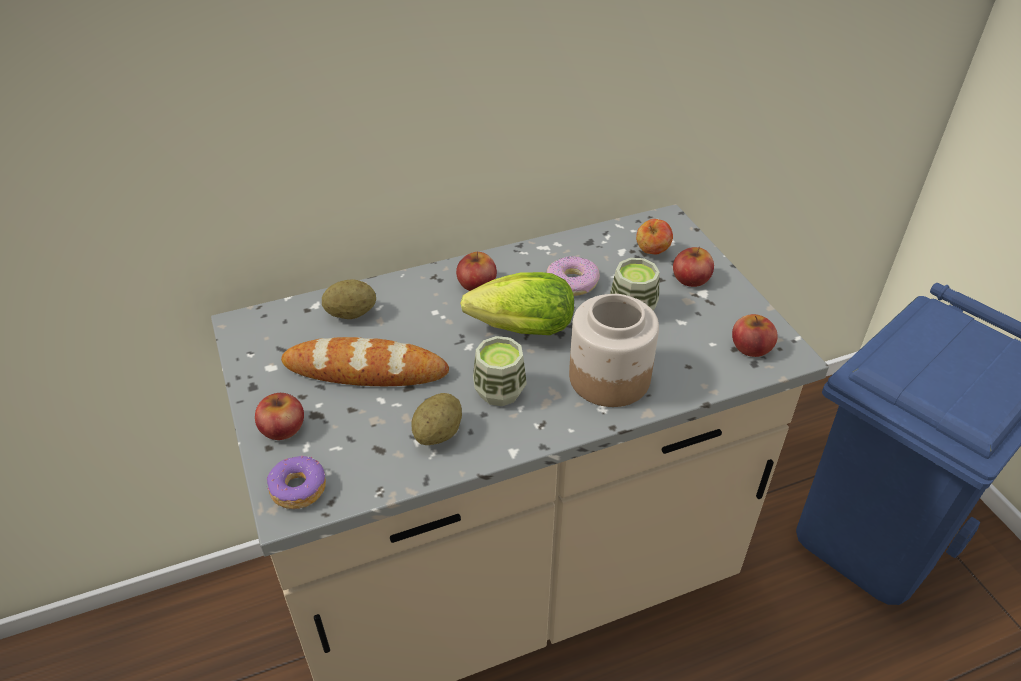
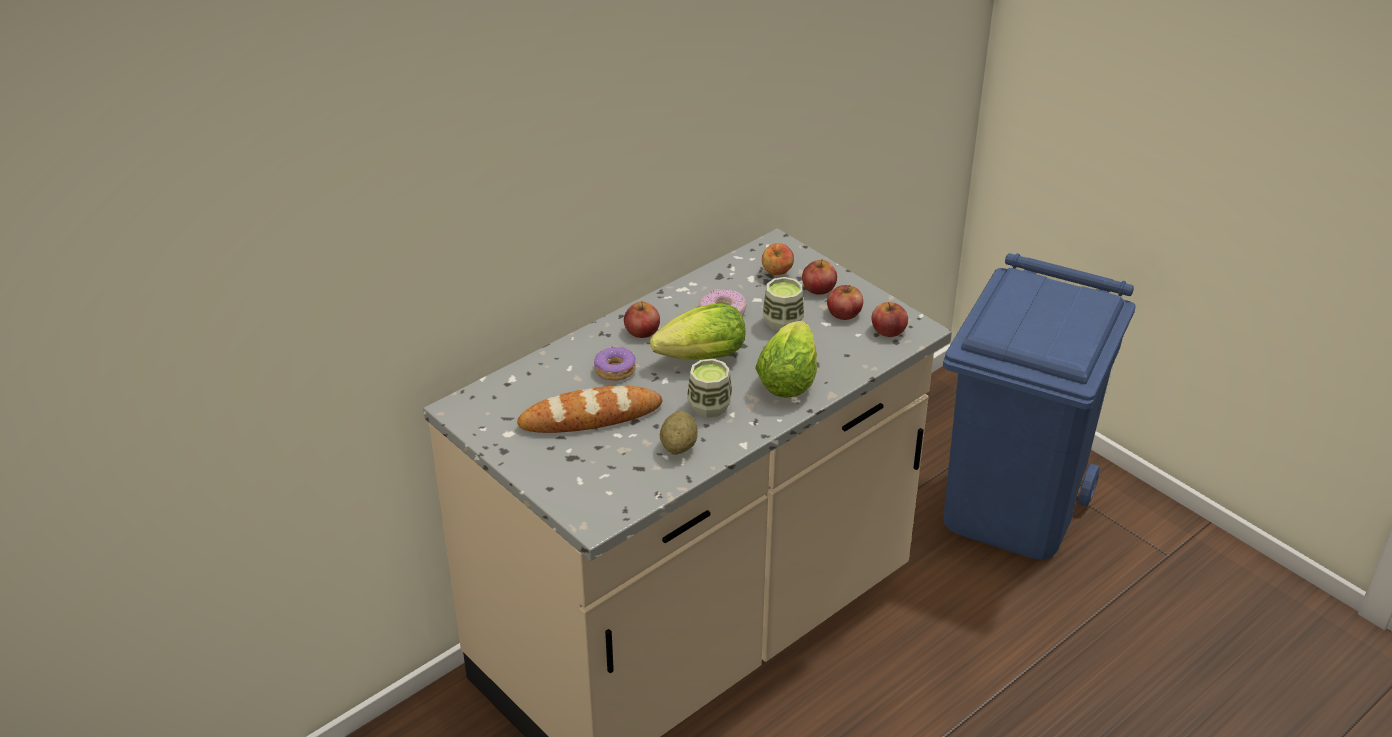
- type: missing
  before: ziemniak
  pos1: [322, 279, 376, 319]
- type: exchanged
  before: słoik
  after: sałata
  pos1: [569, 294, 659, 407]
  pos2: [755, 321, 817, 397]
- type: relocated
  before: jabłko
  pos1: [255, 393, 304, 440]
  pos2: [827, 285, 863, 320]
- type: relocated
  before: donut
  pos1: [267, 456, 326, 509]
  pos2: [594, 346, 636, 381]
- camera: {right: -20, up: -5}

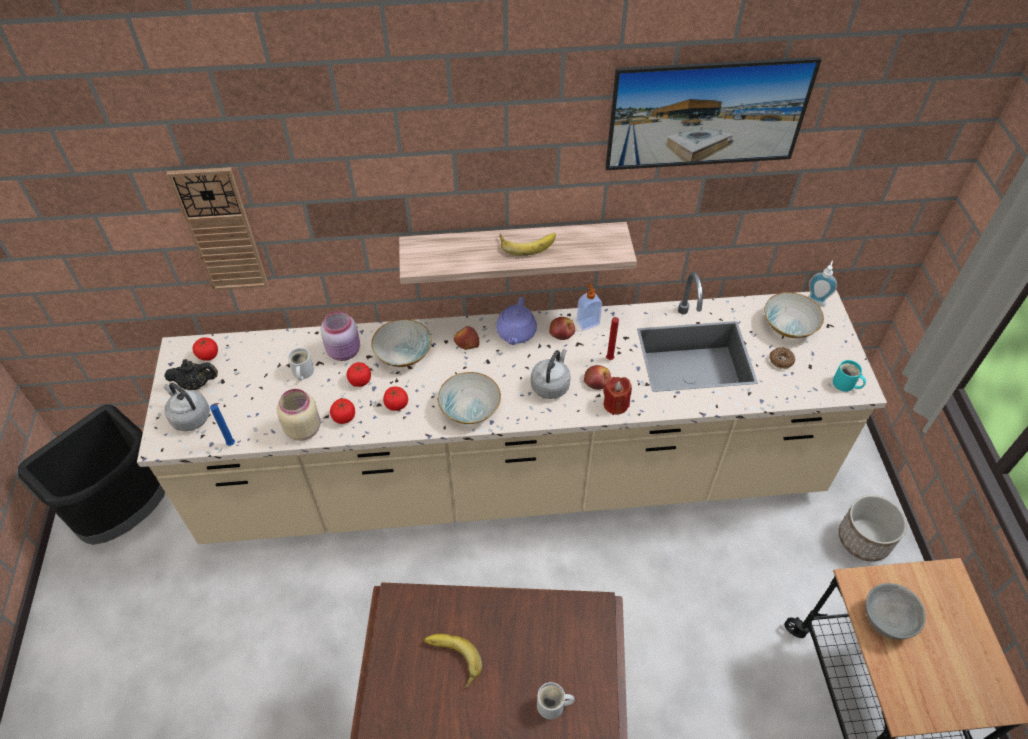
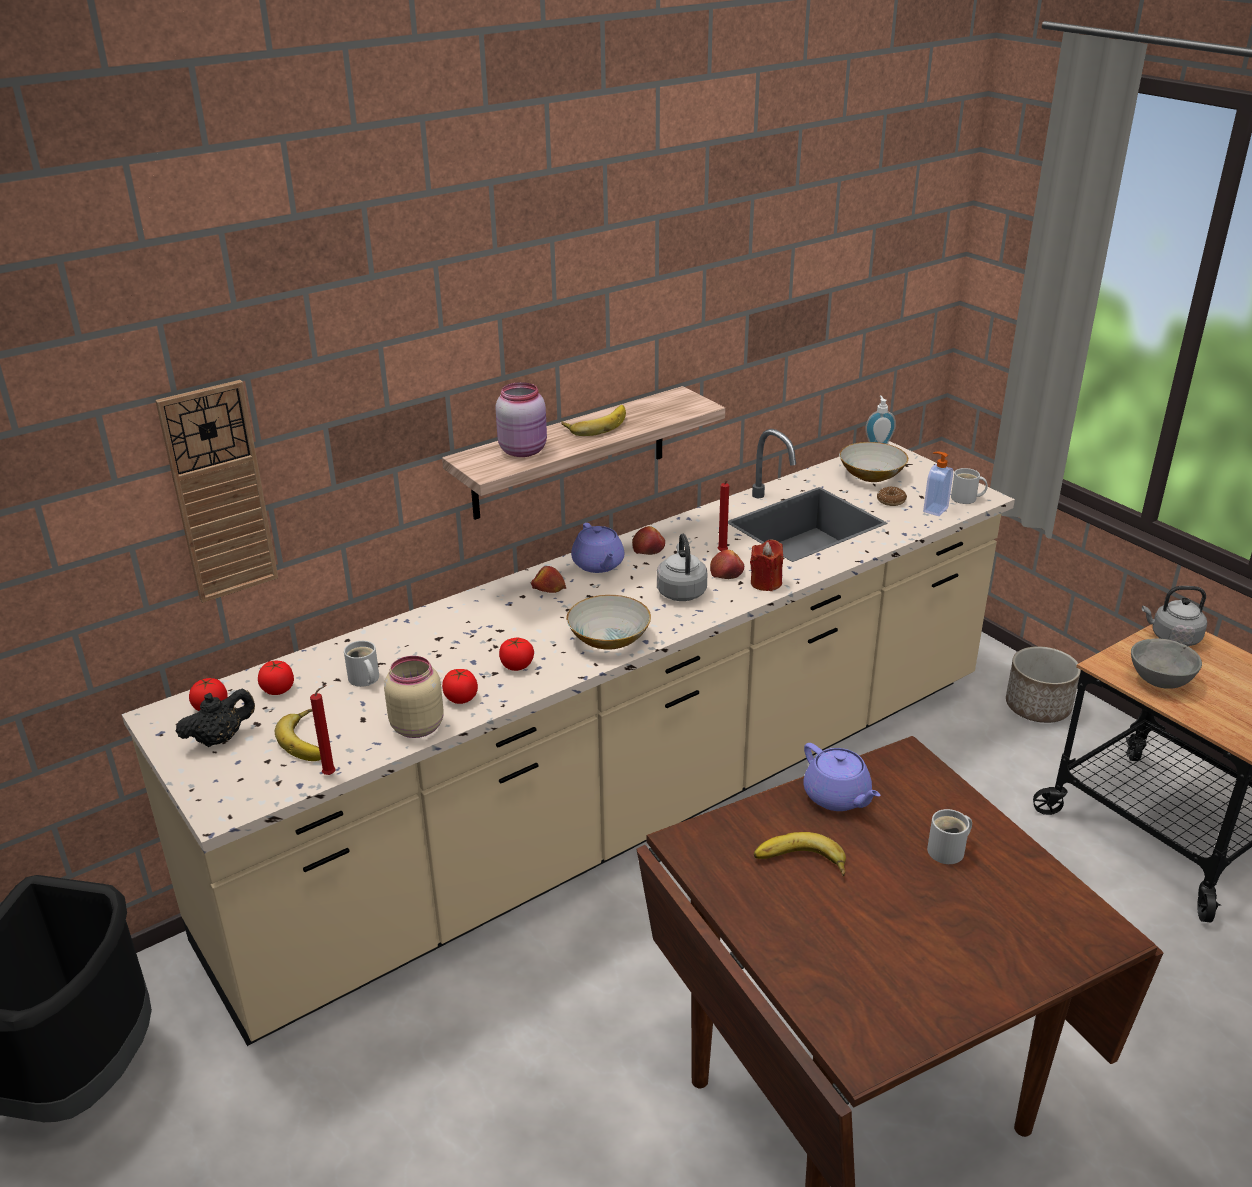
- type: missing
  before: obraz
  pos1: [605, 57, 822, 170]
- type: relocated
  before: dozownik mydła
  pos1: [576, 284, 602, 331]
  pos2: [923, 452, 953, 516]
- type: relocated
  before: słoik/różowy
  pos1: [321, 311, 360, 361]
  pos2: [495, 382, 547, 457]
- type: missing
  before: miska
  pos1: [371, 319, 432, 367]
- type: colour
  before: kubek/turkusowy
  after: kubek/biały
  pos1: [833, 360, 866, 392]
  pos2: [951, 468, 988, 504]
- type: relocated
  before: pomidor
  pos1: [347, 362, 371, 387]
  pos2: [258, 661, 294, 695]
- type: relocated
  before: czajnik/szary
  pos1: [164, 383, 210, 431]
  pos2: [1142, 586, 1207, 646]
- type: colour
  before: świeca/niebieski
  after: świeca/czerwony
  pos1: [210, 403, 235, 446]
  pos2: [310, 685, 336, 775]
- type: appeared
  after: banan
  pos2: [275, 709, 321, 761]
- type: appeared
  after: imbryk/fioletowy
  pos2: [803, 743, 880, 811]
- camera: {right: -30, up: -20}

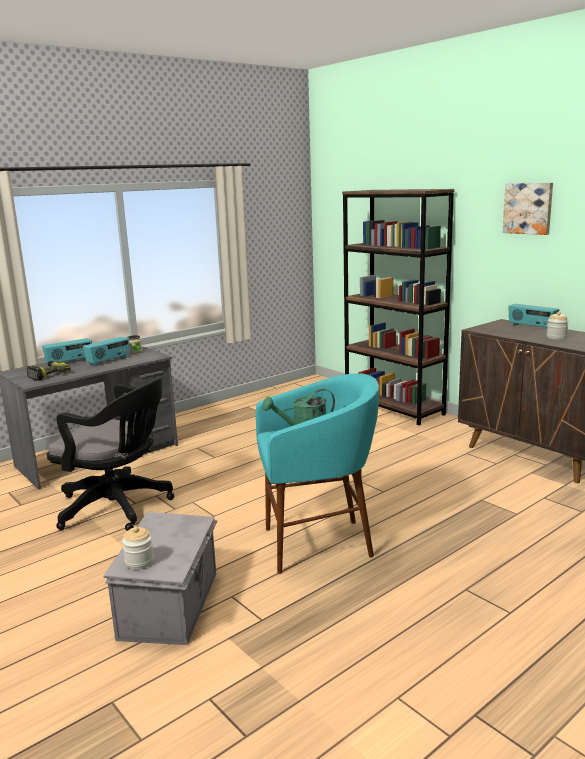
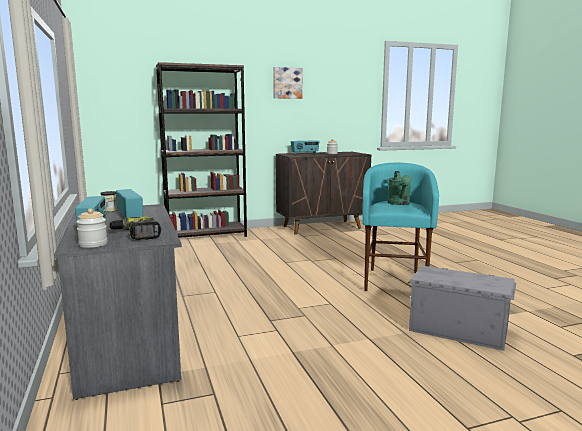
- type: missing
  before: krzesło biurowe/czarny
  pos1: [47, 376, 174, 531]
- type: relocated
  before: słoik
  pos1: [122, 527, 154, 569]
  pos2: [76, 208, 108, 248]
- camera: {right: -70, up: -5}

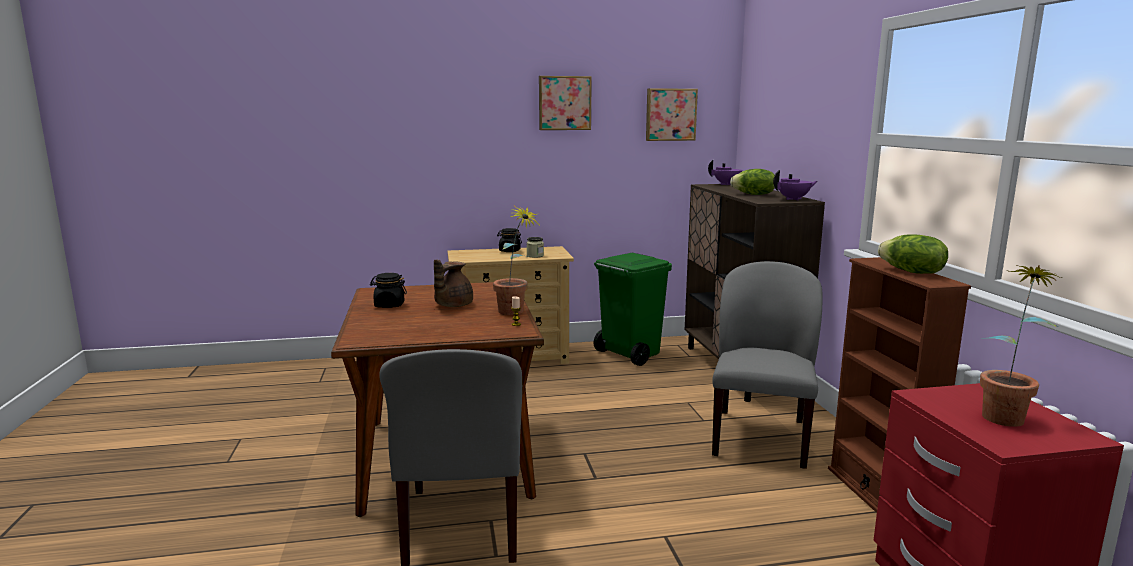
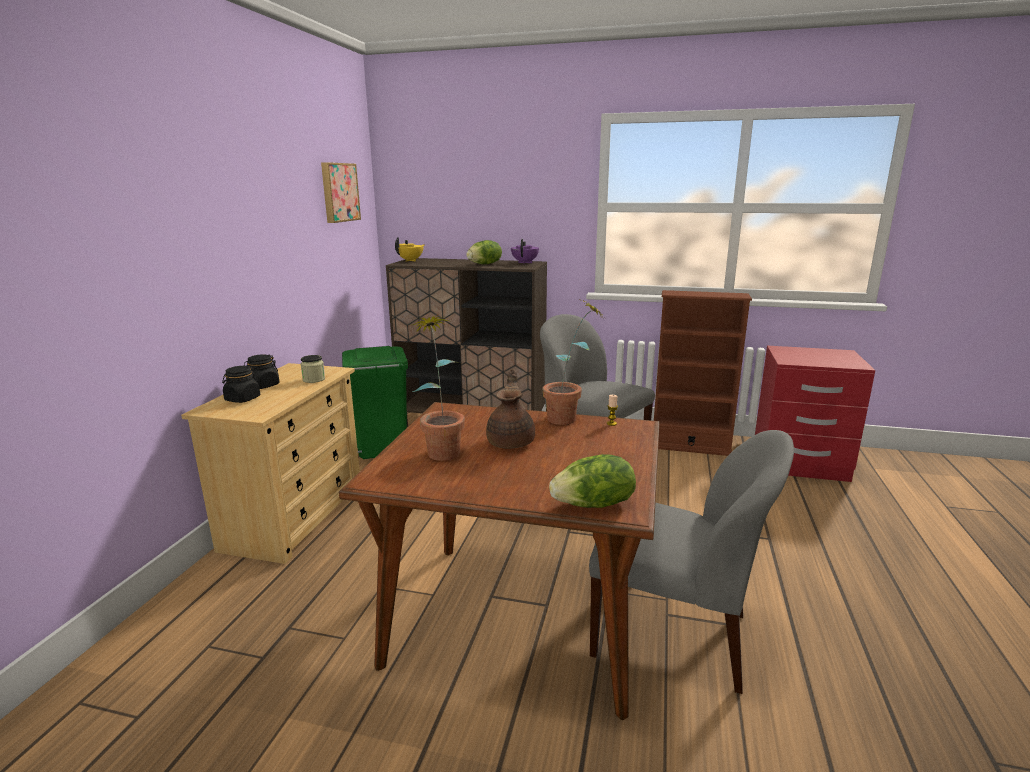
- type: missing
  before: obraz
  pos1: [539, 76, 592, 130]
- type: colour
  before: imbryk/fioletowy
  after: imbryk/żółty
  pos1: [708, 160, 742, 186]
  pos2: [395, 237, 425, 262]
- type: relocated
  before: sałata
  pos1: [878, 234, 948, 274]
  pos2: [549, 454, 636, 508]
- type: spun
  before: imbryk/brązowy
  pos1: [434, 260, 473, 307]
  pos2: [486, 369, 535, 449]
  turn: -135
- type: relocated
  before: roślina doniczkowa
  pos1: [980, 265, 1061, 427]
  pos2: [412, 314, 465, 461]
- type: relocated
  before: słoik/czarny
  pos1: [370, 273, 407, 308]
  pos2: [222, 366, 260, 403]
- camera: {right: -65, up: 5}

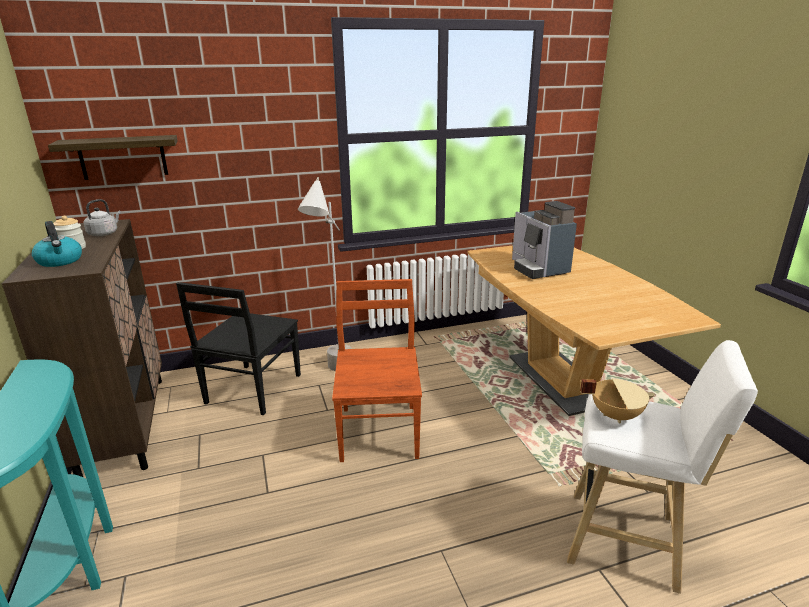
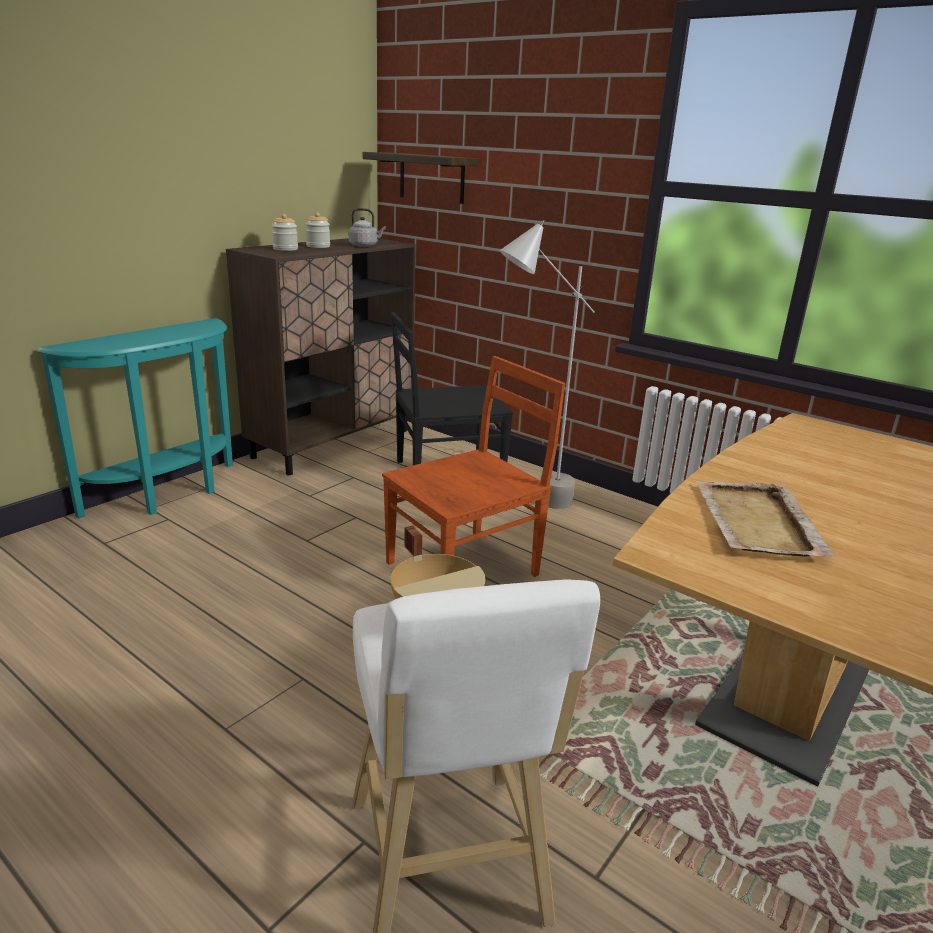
- type: missing
  before: ekspres do kawy
  pos1: [512, 201, 577, 279]
- type: exchanged
  before: czajnik
  after: słoik
  pos1: [32, 221, 82, 267]
  pos2: [271, 214, 298, 251]
- type: appeared
  after: taca/beżowy
  pos2: [696, 481, 836, 556]
- camera: {right: 55, up: 0}

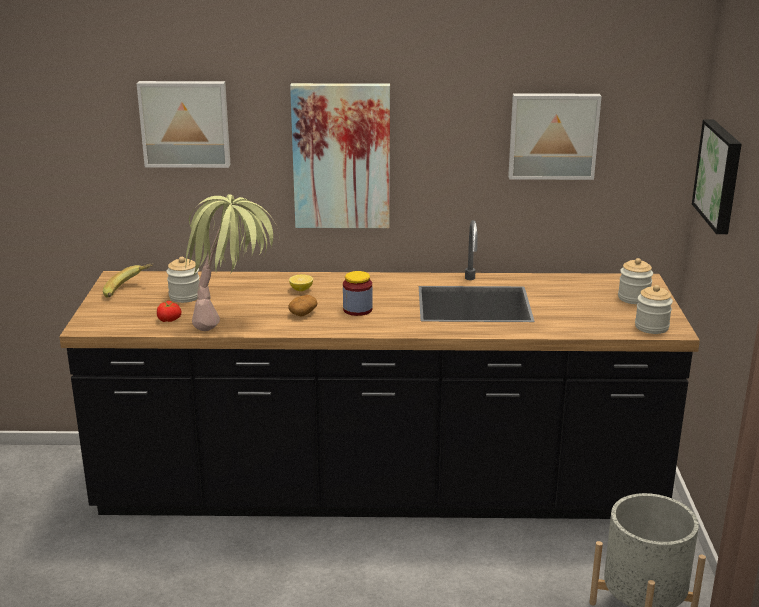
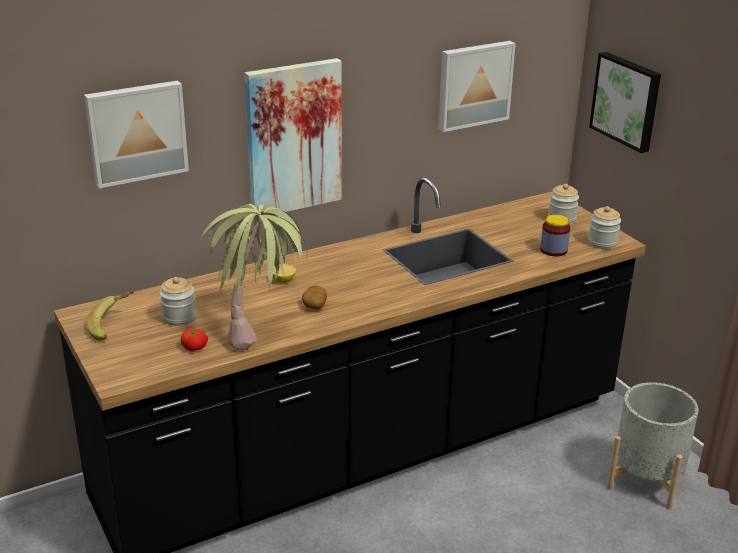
- type: relocated
  before: słoik
  pos1: [343, 271, 373, 316]
  pos2: [540, 215, 570, 256]
- camera: {right: -30, up: 5}

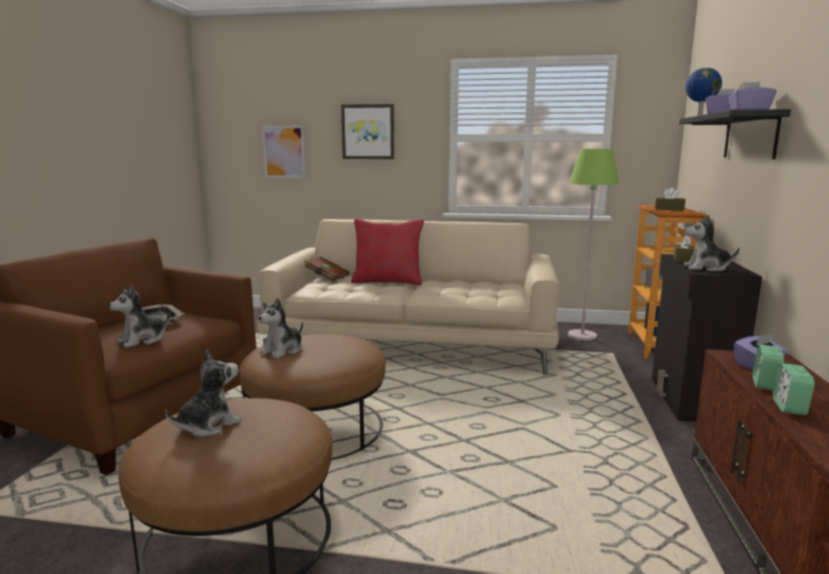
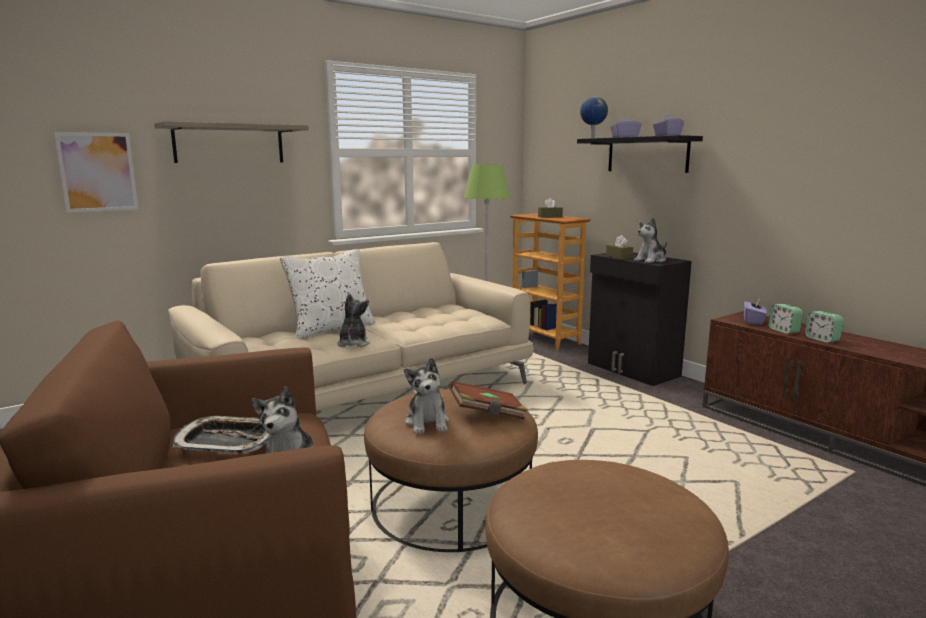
- type: exchanged
  before: obraz
  after: półka
  pos1: [341, 104, 394, 159]
  pos2: [154, 121, 309, 163]
- type: colour
  before: poduszka/czerwony
  after: poduszka/biały
  pos1: [351, 219, 424, 285]
  pos2: [280, 249, 375, 339]
- type: relocated
  before: książka/brązowy
  pos1: [305, 257, 349, 281]
  pos2: [449, 381, 528, 420]
- type: relocated
  before: pluszak
  pos1: [165, 350, 242, 437]
  pos2: [337, 293, 370, 347]
- camera: {right: -45, up: 0}

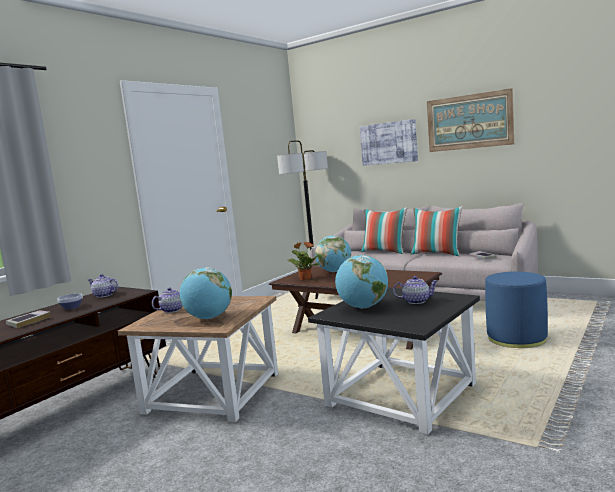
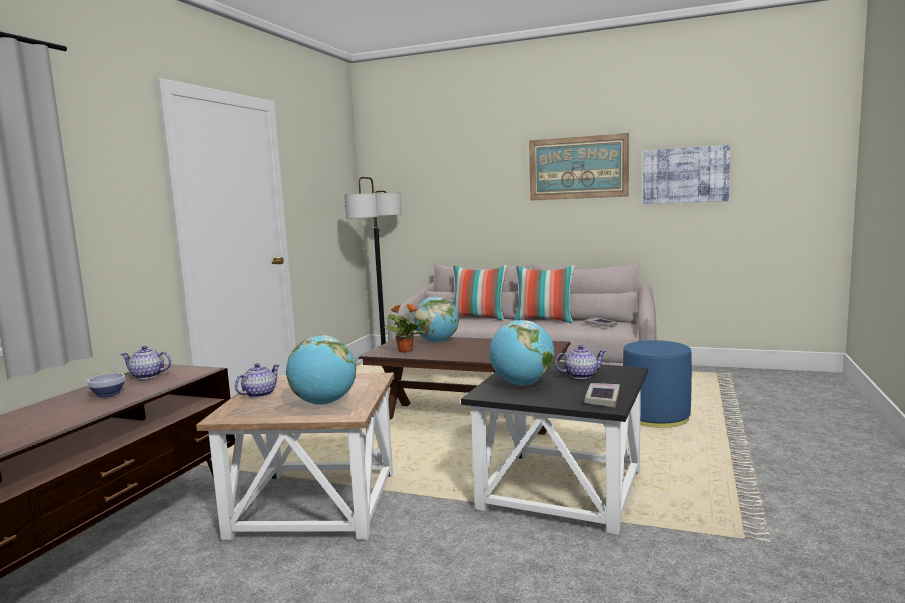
- type: relocated
  before: obraz
  pos1: [360, 119, 418, 166]
  pos2: [643, 145, 730, 204]
- type: relocated
  before: książka
  pos1: [6, 310, 51, 328]
  pos2: [584, 383, 620, 407]
- camera: {right: -15, up: 0}

